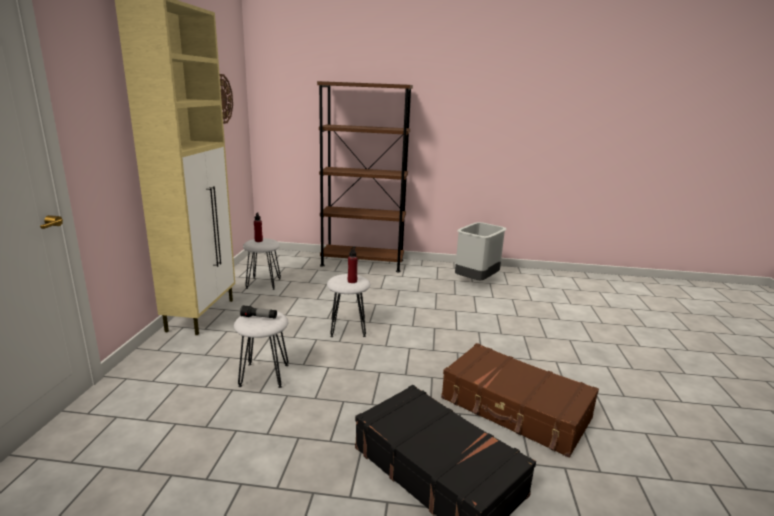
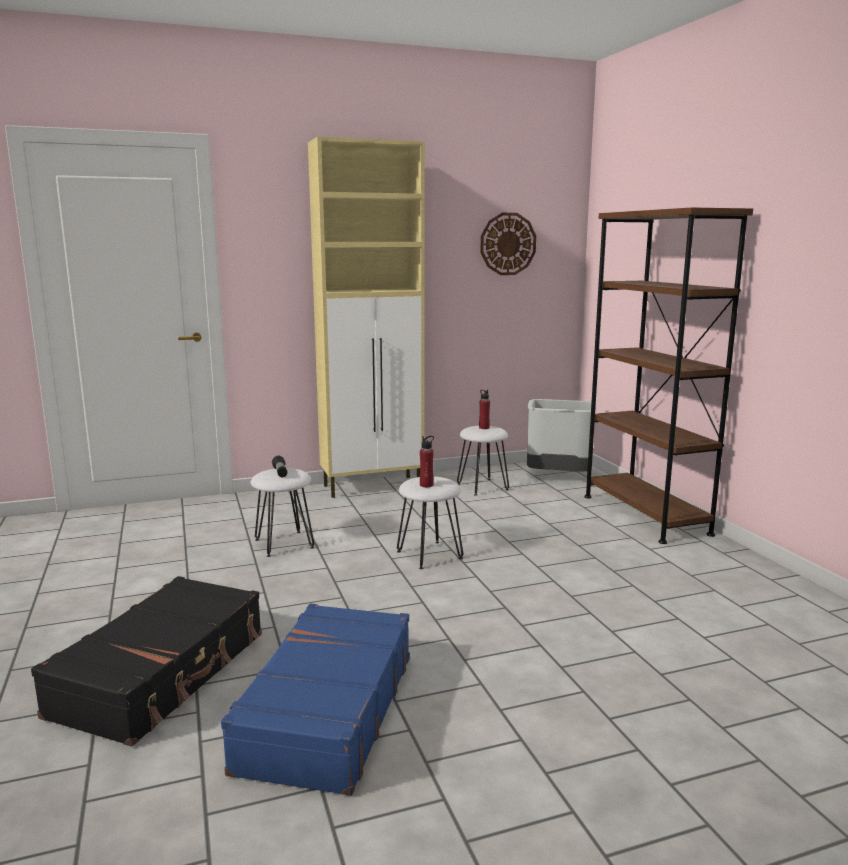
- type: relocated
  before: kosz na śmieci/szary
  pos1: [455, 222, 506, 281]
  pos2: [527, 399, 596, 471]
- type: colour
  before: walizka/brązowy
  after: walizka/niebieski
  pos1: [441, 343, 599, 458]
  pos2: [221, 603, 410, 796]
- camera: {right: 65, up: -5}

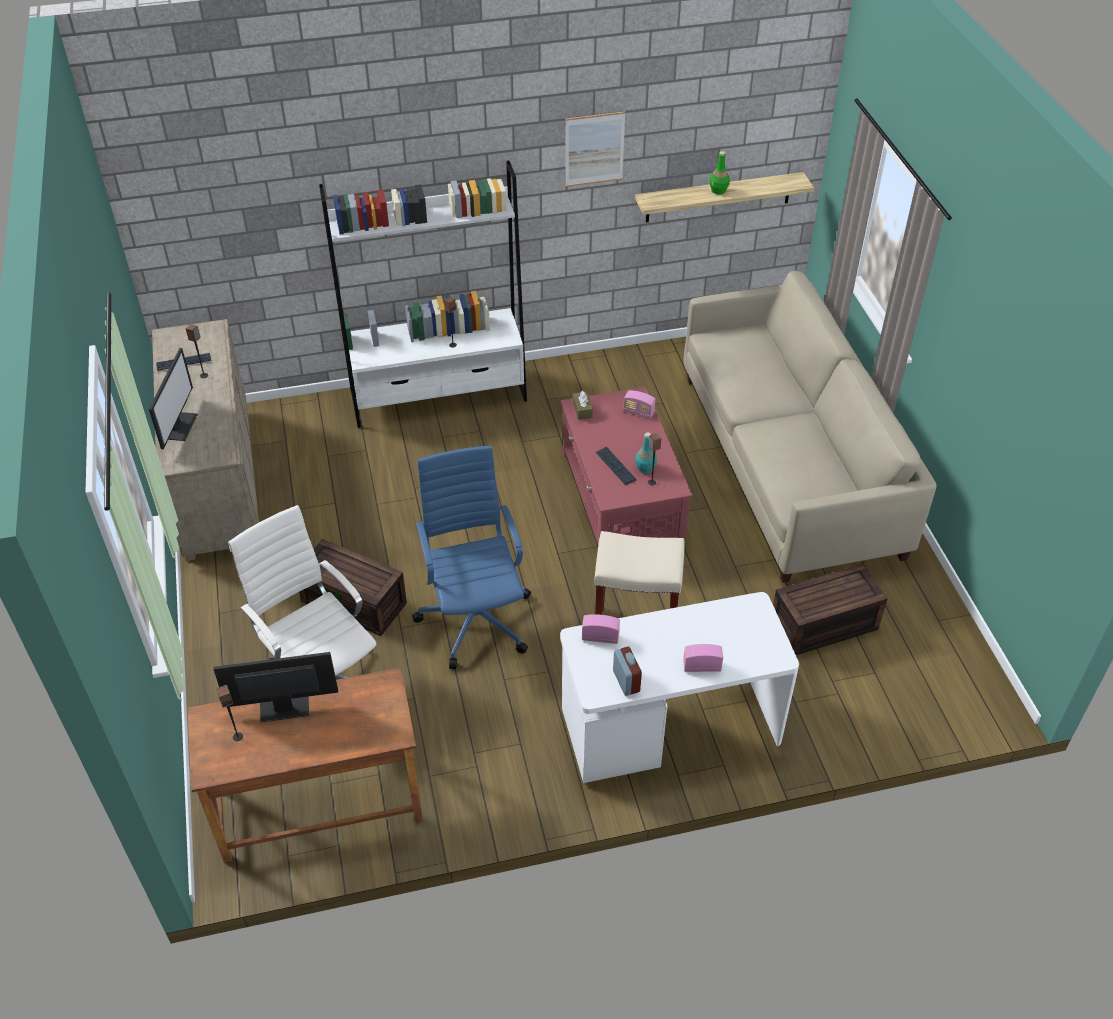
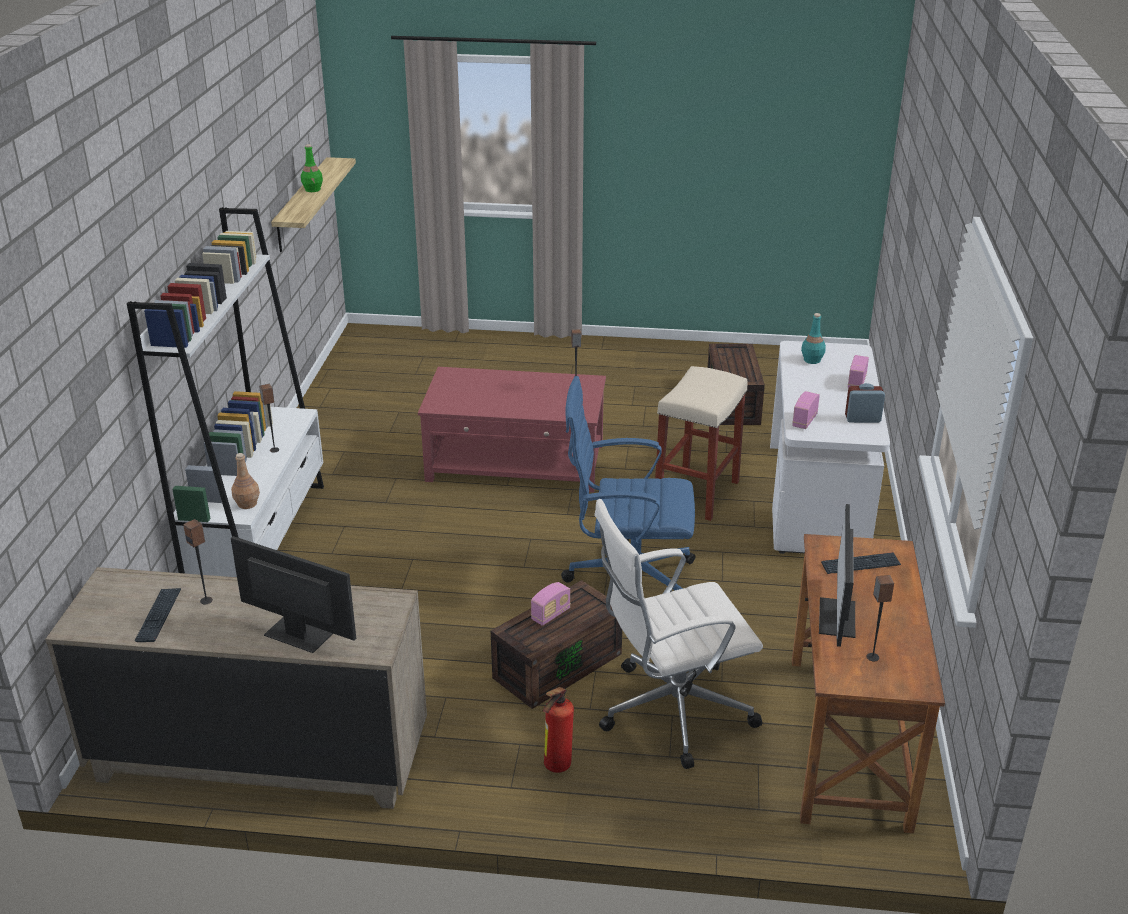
- type: missing
  before: obraz
  pos1: [565, 111, 626, 187]
- type: missing
  before: kanapa/beżowy
  pos1: [683, 271, 936, 583]
- type: missing
  before: pudełko chusteczek/brązowy
  pos1: [573, 391, 593, 420]
- type: relocated
  before: radio
  pos1: [623, 391, 655, 419]
  pos2: [531, 582, 571, 626]
- type: relocated
  before: butelka/turkusowy
  pos1: [635, 432, 657, 473]
  pos2: [801, 313, 826, 364]
- type: relocated
  before: klawiatura
  pos1: [596, 447, 636, 485]
  pos2: [821, 552, 901, 574]
- type: appeared
  after: butelka/brązowy
  pos2: [231, 453, 260, 509]
- type: appeared
  after: gaśnica
  pos2: [543, 687, 574, 773]
- camera: {right: -70, up: -15}

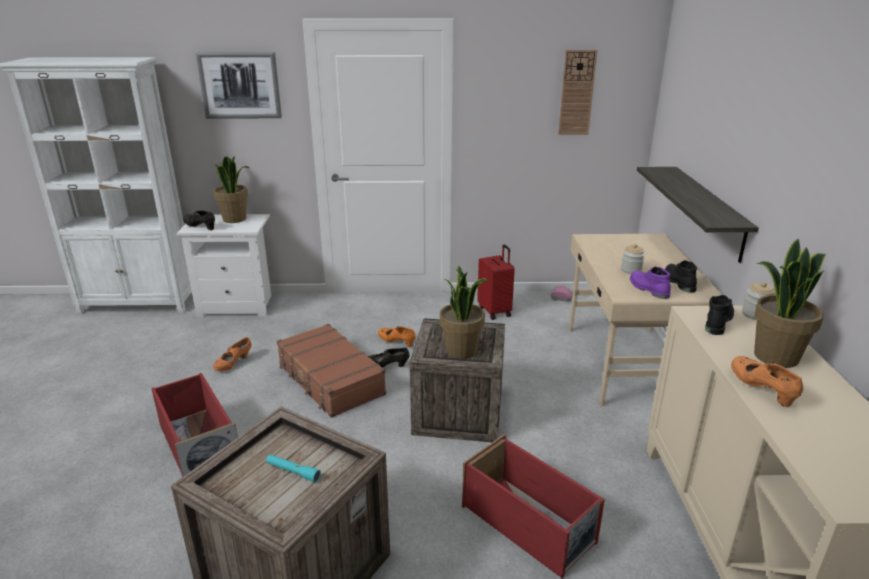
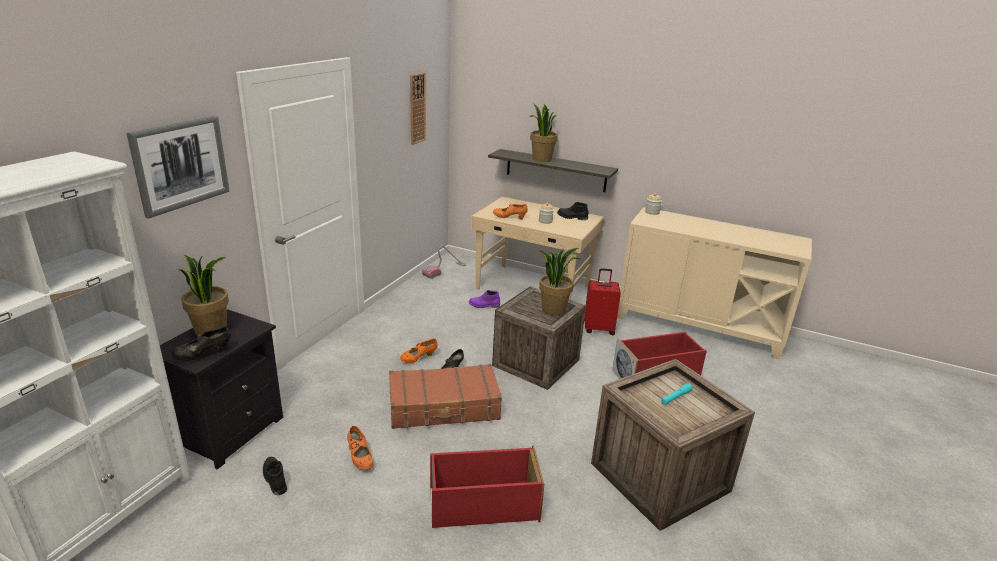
- type: colour
  before: szafka nocna/biały
  after: szafka nocna/czarny
  pos1: [177, 214, 271, 317]
  pos2: [160, 309, 283, 470]
- type: relocated
  before: roślina doniczkowa
  pos1: [754, 239, 826, 368]
  pos2: [530, 103, 558, 162]
- type: relocated
  before: walizka/czerwony
  pos1: [477, 244, 515, 320]
  pos2: [584, 268, 621, 335]
- type: relocated
  before: but z cholewką/fioletowy
  pos1: [630, 267, 671, 299]
  pos2: [469, 290, 500, 308]
- type: relocated
  before: but z cholewką/czarny
  pos1: [705, 295, 734, 335]
  pos2: [263, 457, 287, 495]
- type: relocated
  before: but/pomarańczowy
  pos1: [731, 356, 803, 407]
  pos2: [493, 204, 528, 219]
- camera: {right: -65, up: 0}

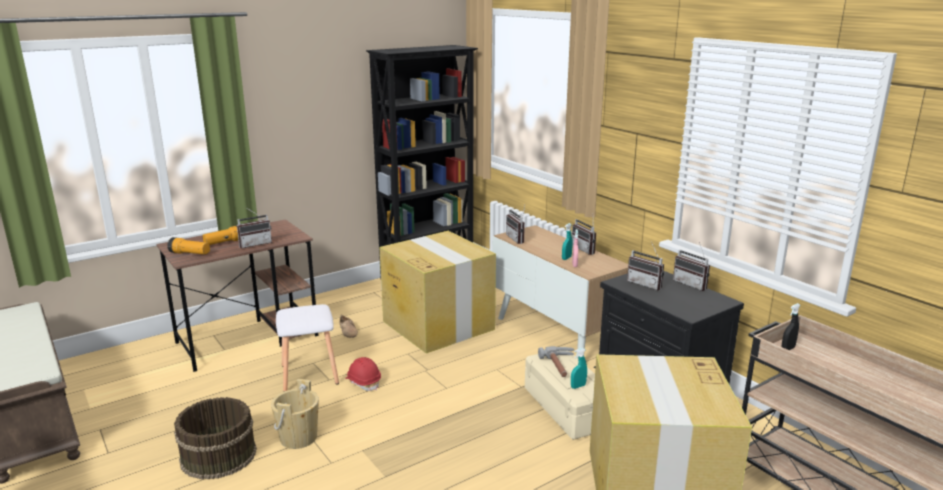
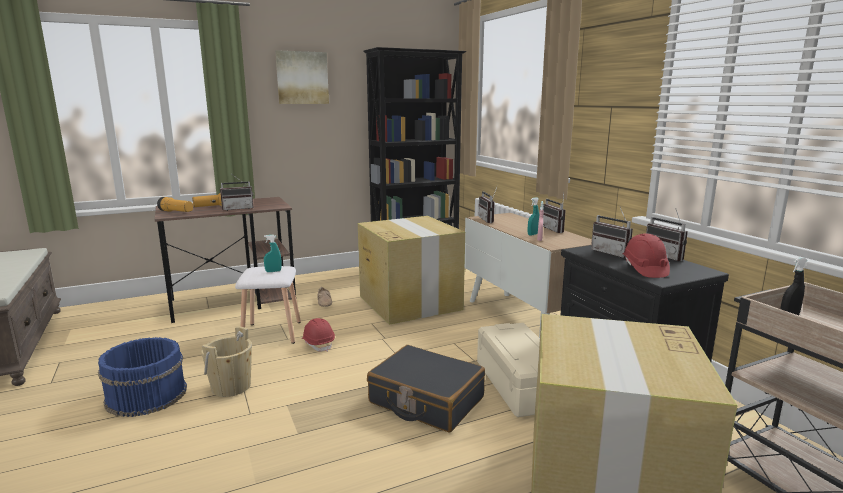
- type: missing
  before: młotek
  pos1: [538, 346, 574, 377]
- type: relocated
  before: spryskiwacz/turkusowy
  pos1: [571, 348, 587, 389]
  pos2: [264, 235, 282, 272]
- type: colour
  before: wiadro/brązowy
  after: wiadro/niebieski
  pos1: [174, 397, 257, 480]
  pos2: [98, 337, 187, 417]
- type: appeared
  after: obraz
  pos2: [275, 50, 329, 104]
- type: appeared
  after: kask/czerwony
  pos2: [623, 233, 670, 278]
- type: appeared
  after: walizka/czarny
  pos2: [367, 345, 485, 432]
- camera: {right: 10, up: -5}

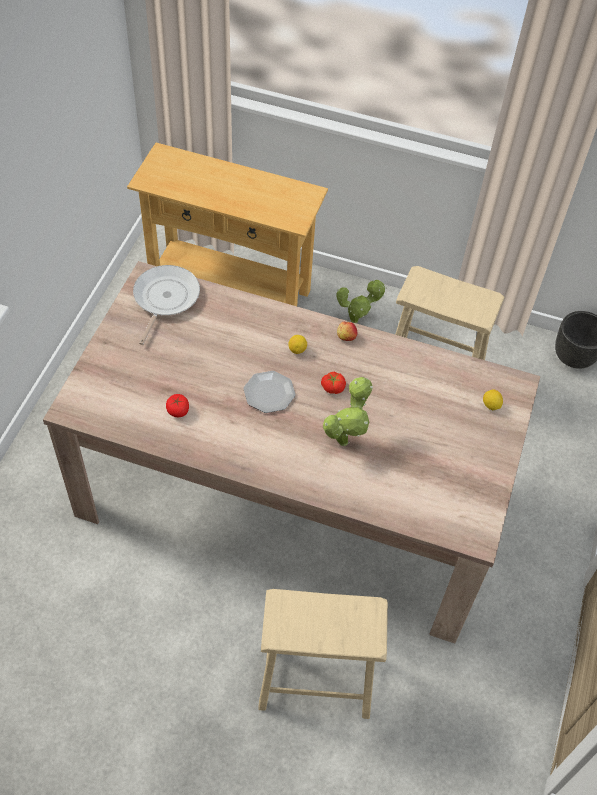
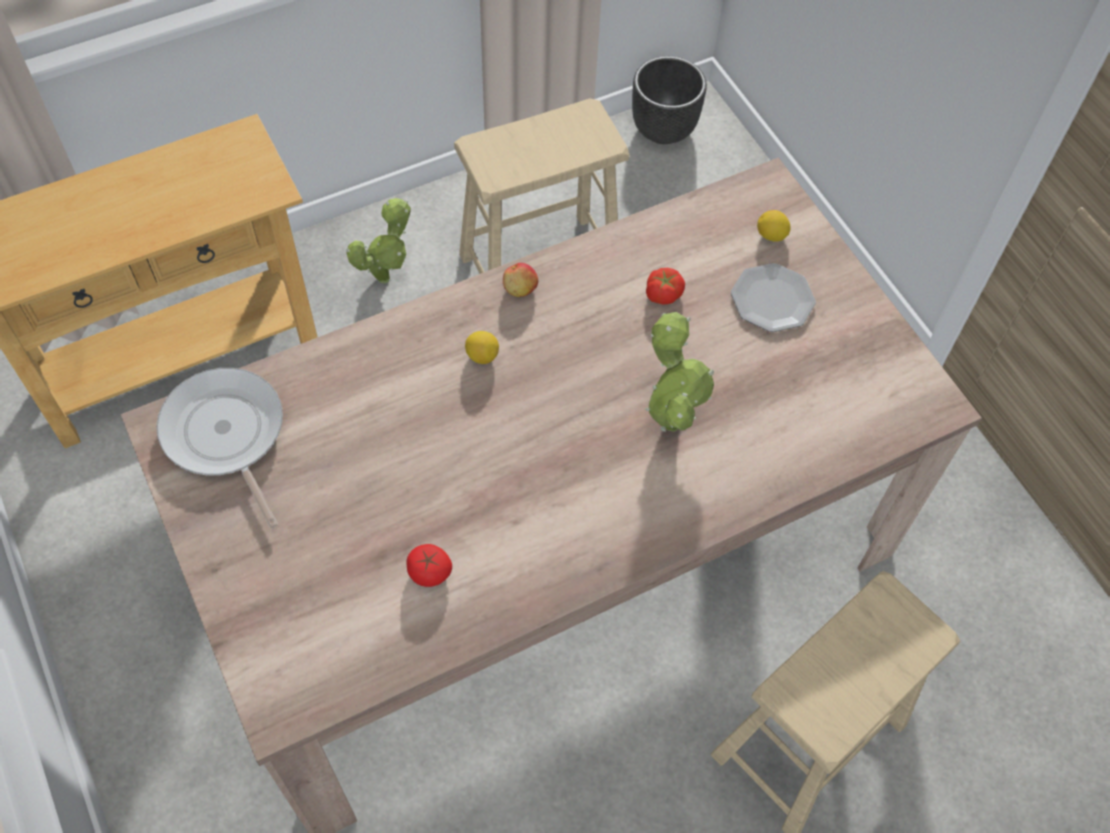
- type: relocated
  before: talerz
  pos1: [243, 371, 295, 413]
  pos2: [731, 263, 816, 332]
- type: relocated
  before: pomidor
  pos1: [321, 372, 346, 394]
  pos2: [646, 268, 685, 304]
- camera: {right: -45, up: 5}

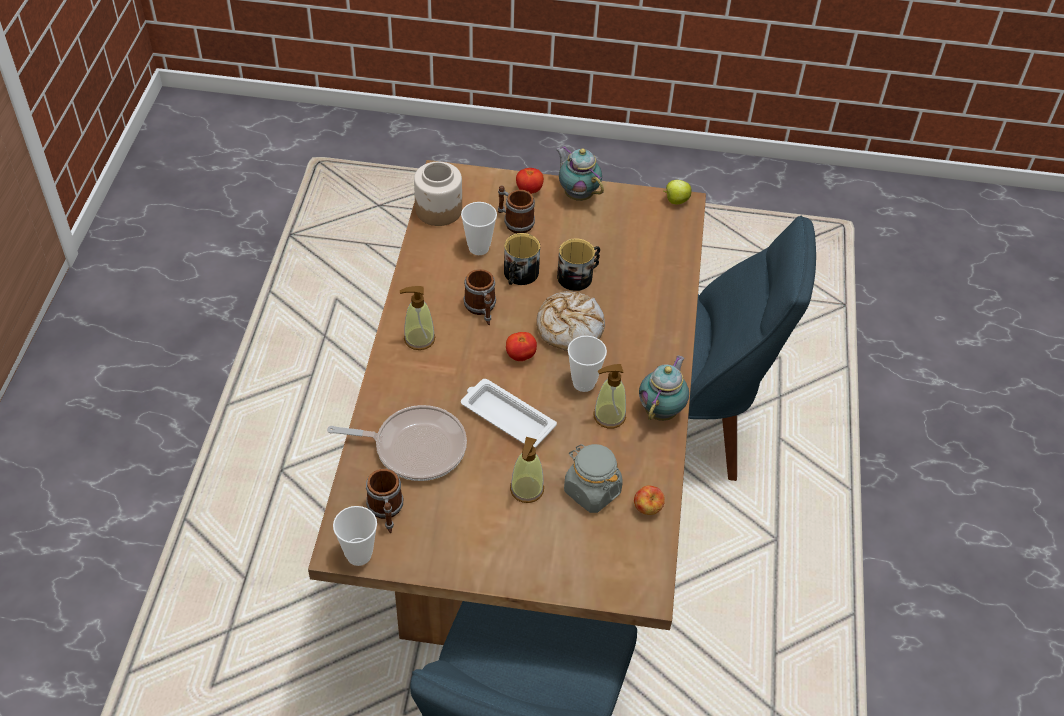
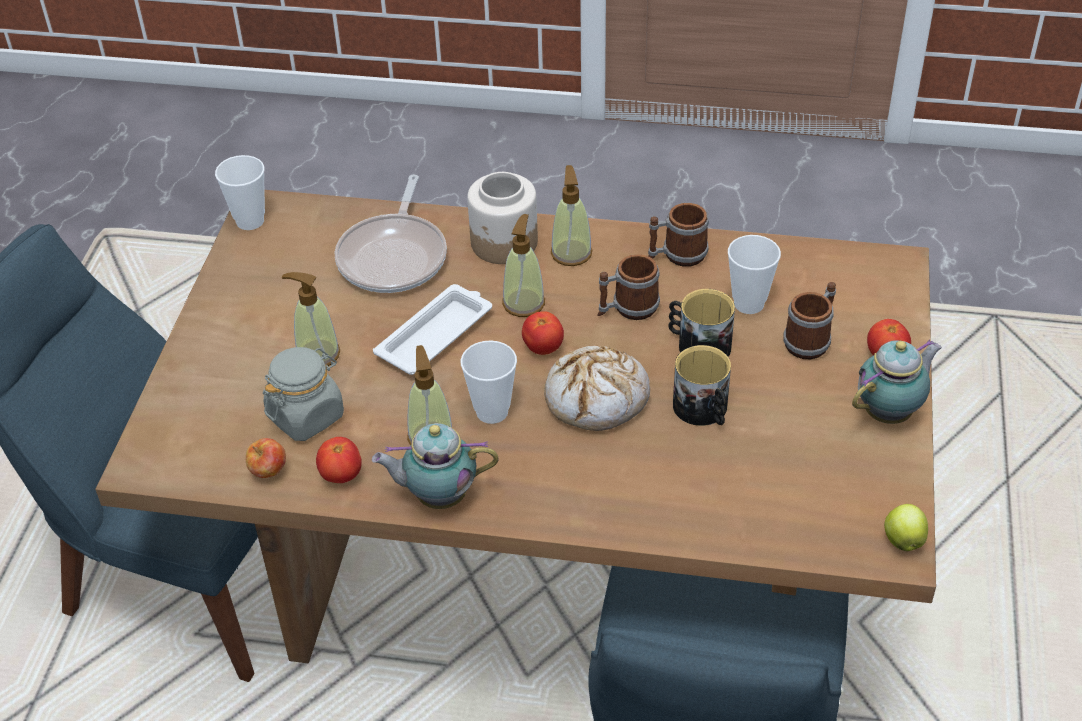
- type: relocated
  before: słoik
  pos1: [414, 162, 462, 226]
  pos2: [467, 172, 538, 264]
- type: spun
  before: imbryk
  pos1: [639, 355, 689, 421]
  pos2: [372, 423, 498, 509]
  turn: 150
- type: relocated
  before: kubek
  pos1: [366, 469, 403, 533]
  pos2: [648, 203, 709, 267]
- type: appeared
  after: dozownik mydła
  pos2: [502, 214, 545, 317]
- type: appeared
  after: pomidor
  pos2: [316, 437, 362, 483]
- camera: {right: 95, up: -5}

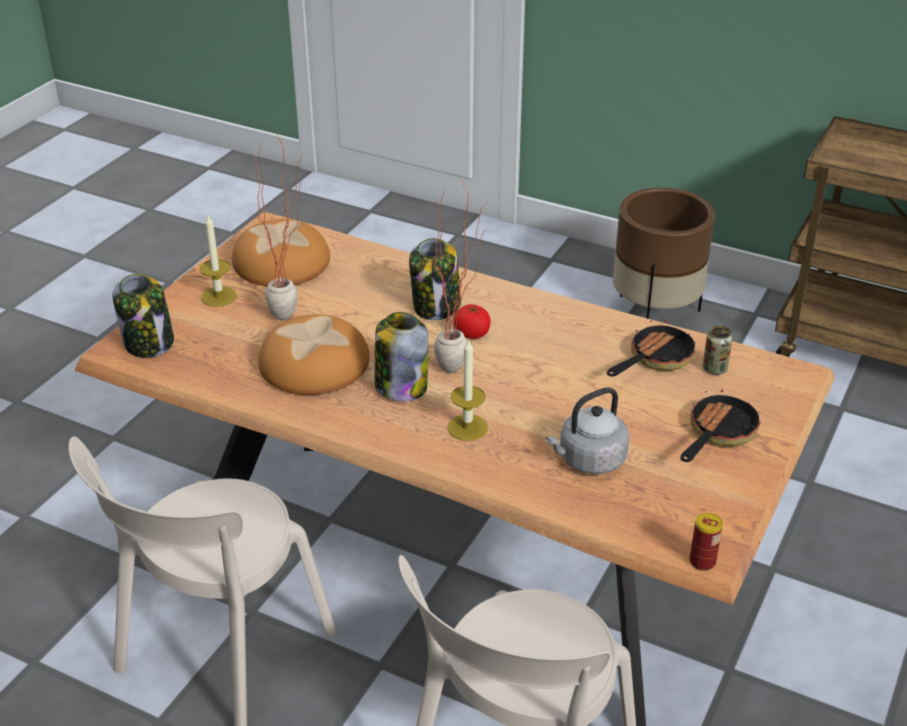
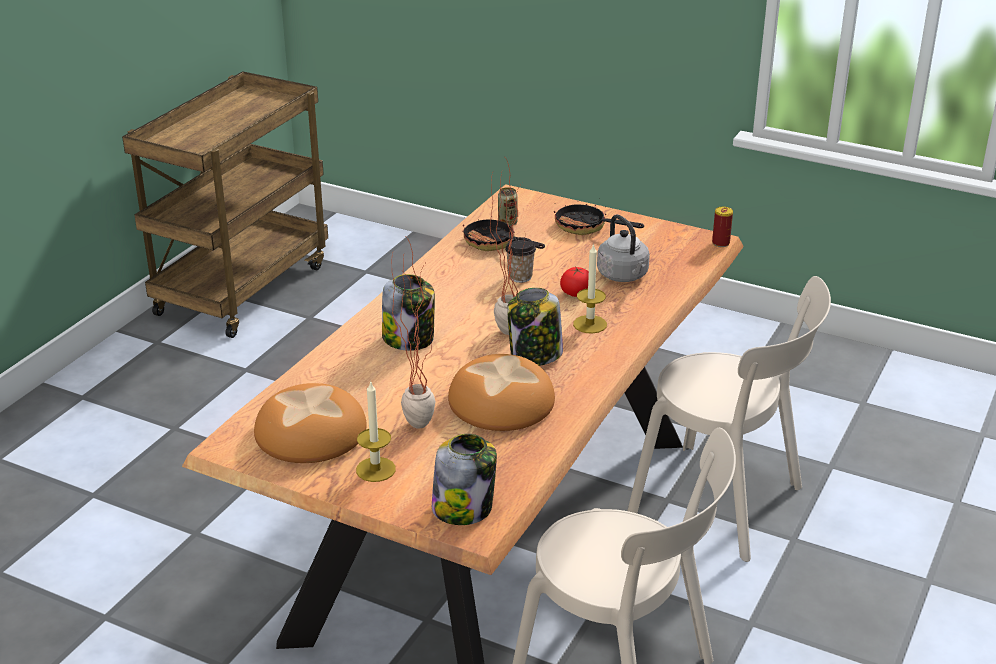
- type: missing
  before: donica/brązowy
  pos1: [613, 187, 715, 319]
- type: relocated
  before: pomidor
  pos1: [454, 304, 491, 339]
  pos2: [560, 266, 589, 297]
- type: appeared
  after: filiżanka
  pos2: [505, 237, 536, 283]
- camera: {right: -90, up: -5}

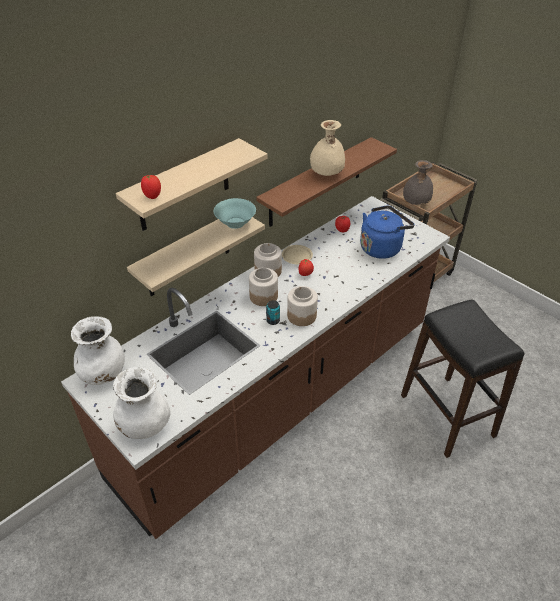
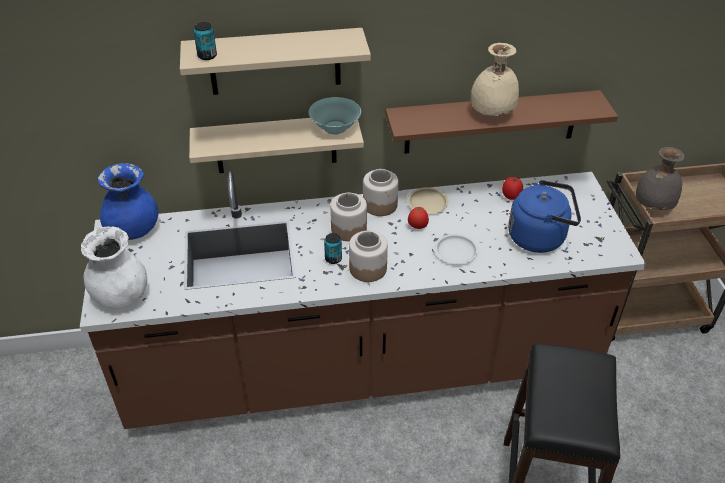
- type: exchanged
  before: pomidor
  after: puszka
  pos1: [141, 175, 161, 199]
  pos2: [193, 22, 217, 60]
- type: colour
  before: wazon/biały
  after: wazon/niebieski
  pos1: [71, 316, 125, 385]
  pos2: [98, 163, 158, 240]
- type: appeared
  after: talerz/biały
  pos2: [435, 234, 478, 264]
- camera: {right: 35, up: 0}

